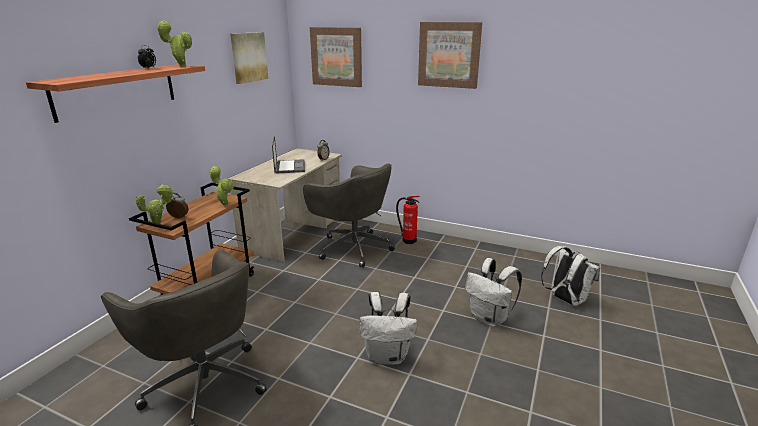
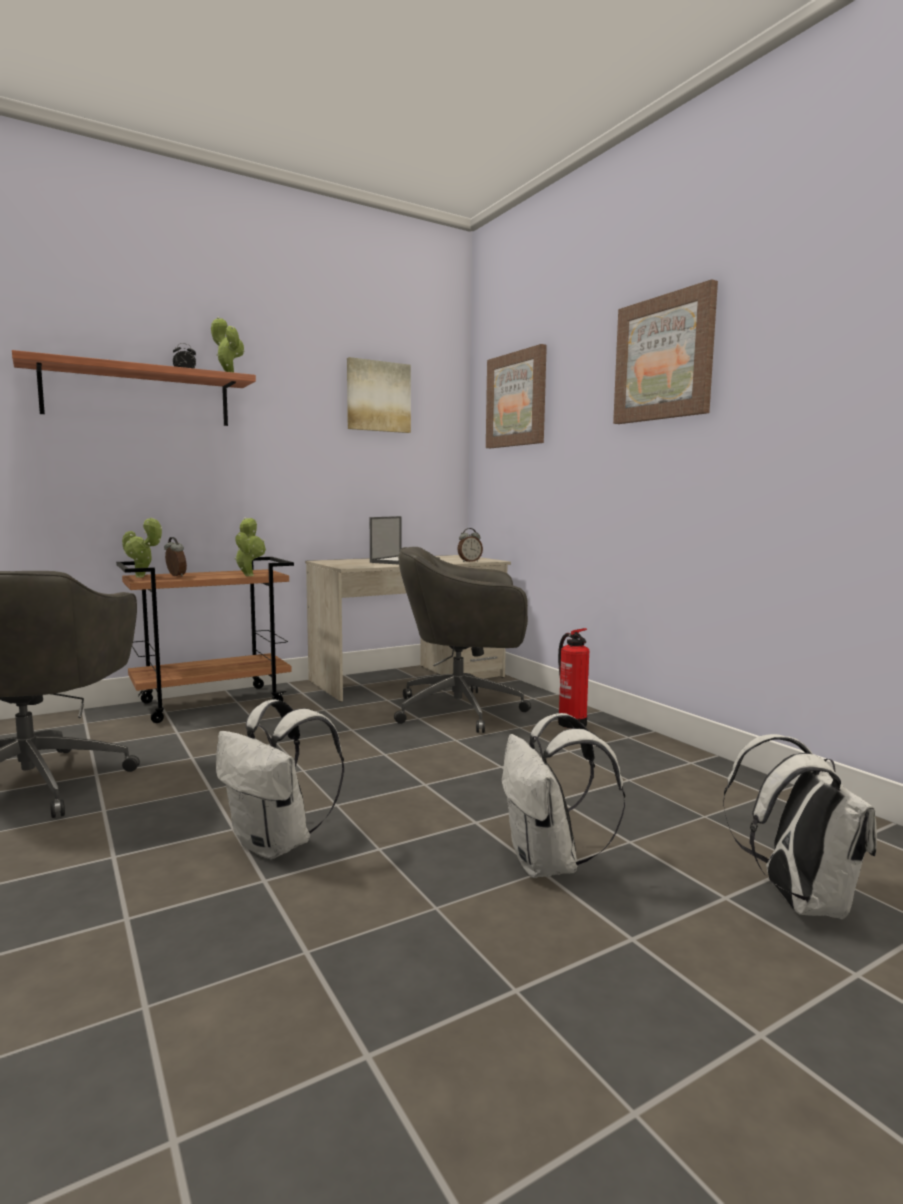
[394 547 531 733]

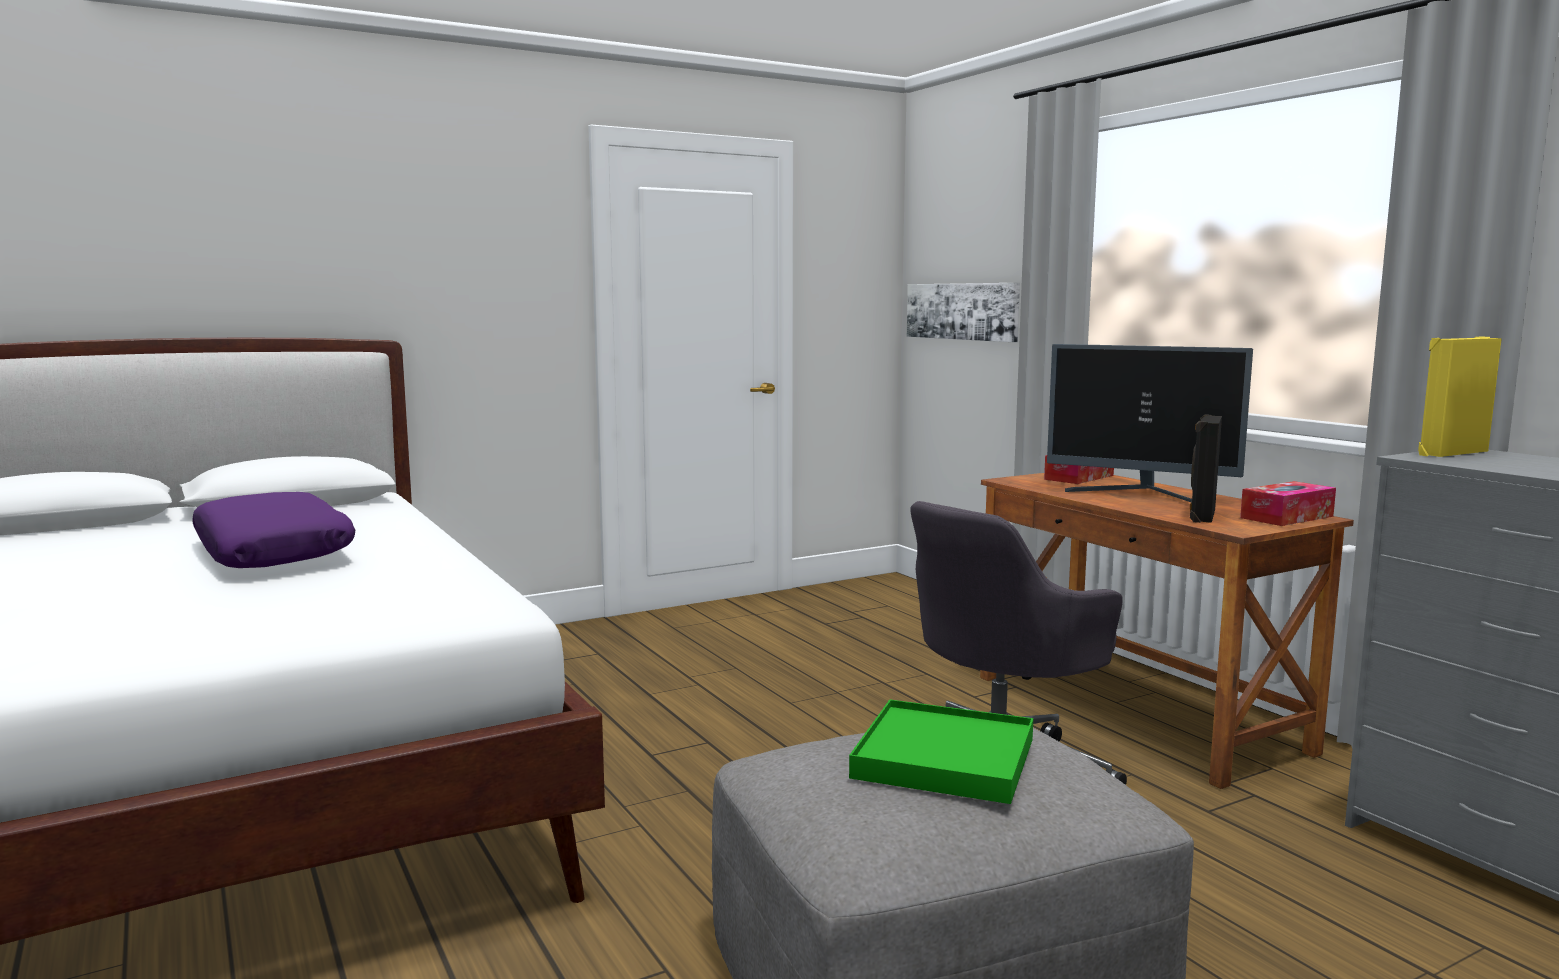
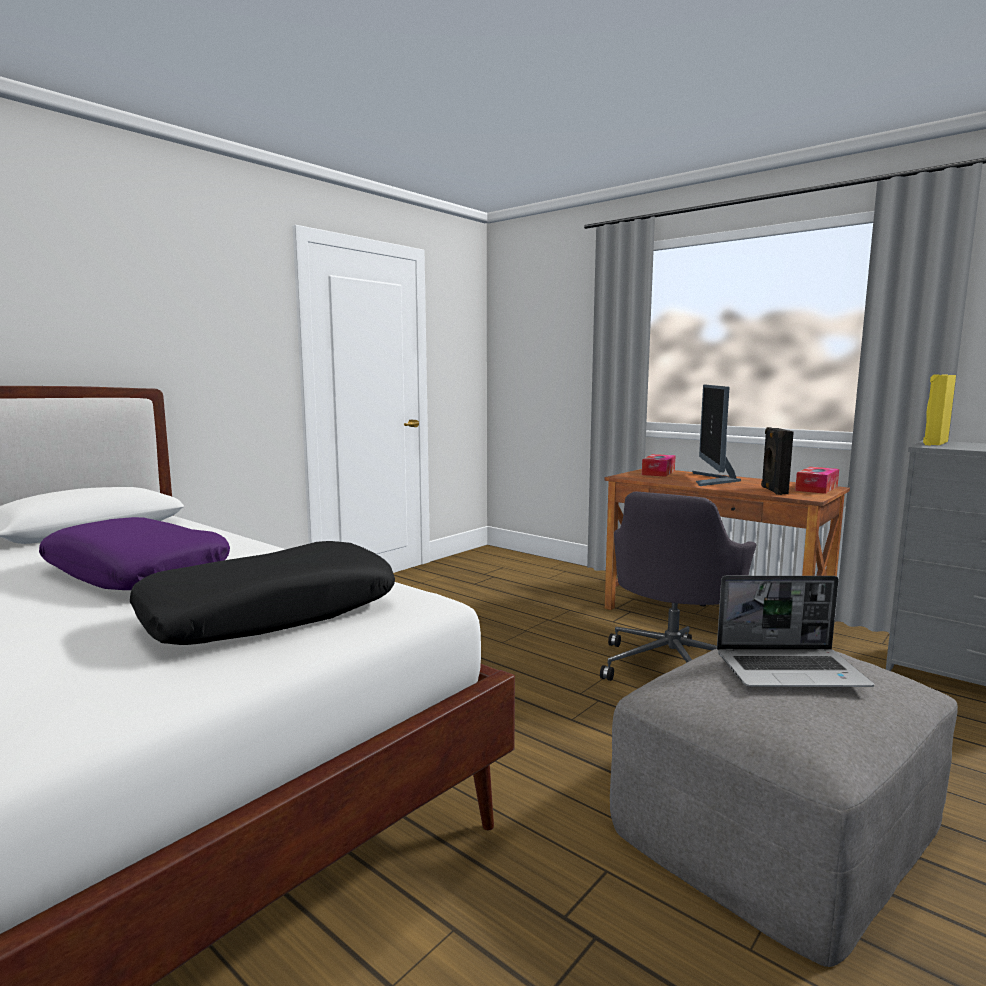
[717 576 874 687]
[907 283 1020 342] (first image)
[692 385 741 486]
[130 541 395 645]

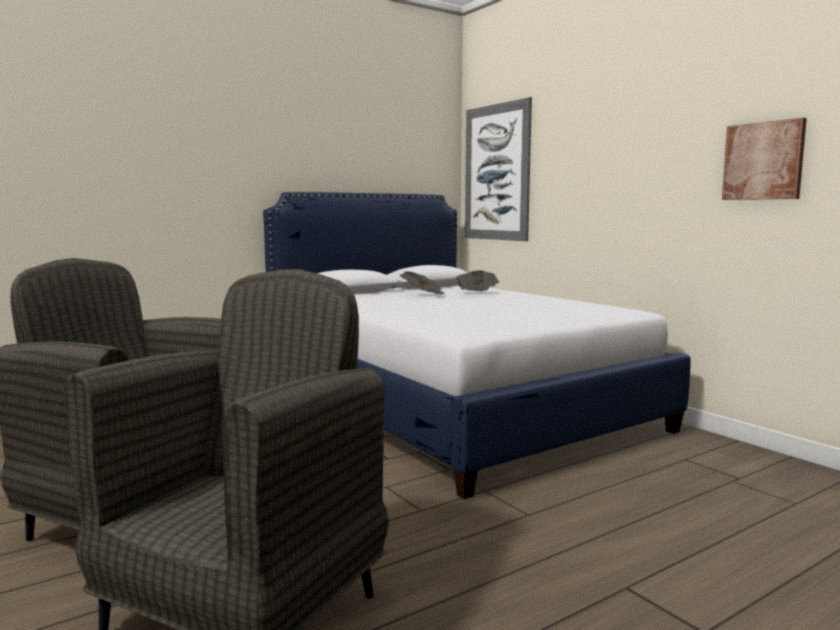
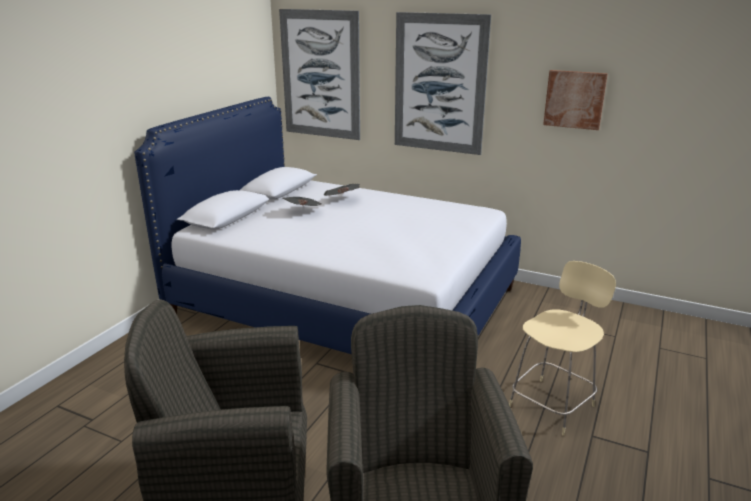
[395 12 491 155]
[509 261 616 436]

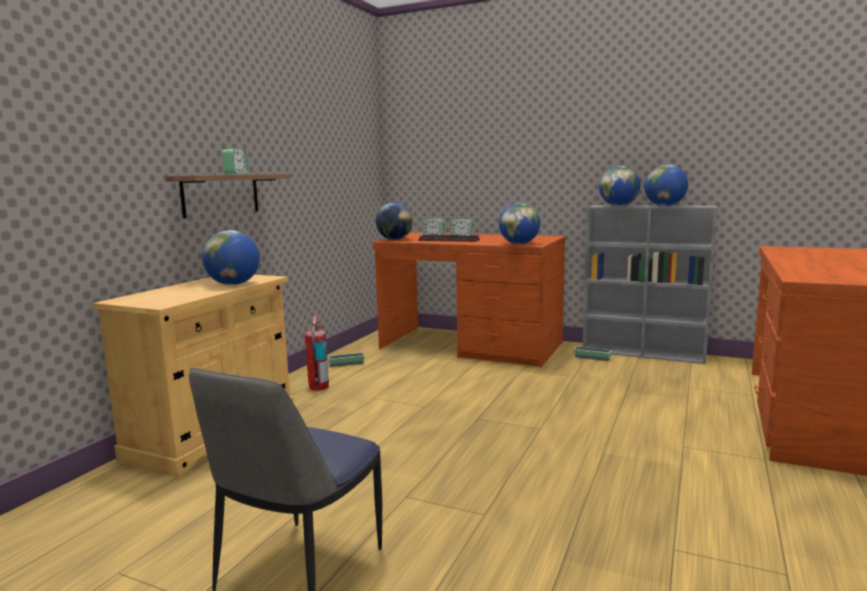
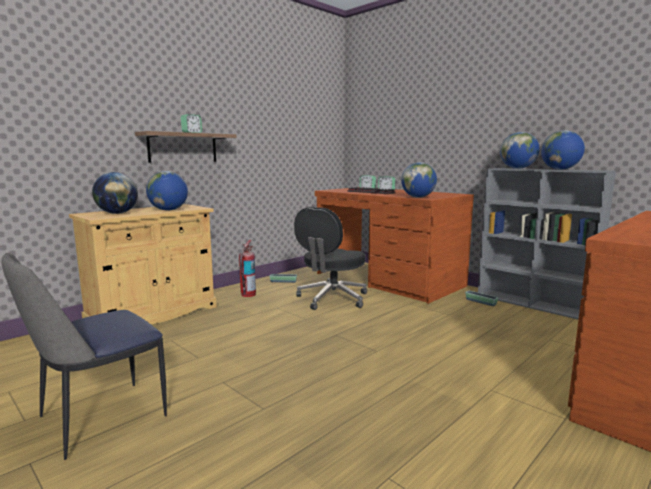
[92 172 138 214]
[294 207 367 310]

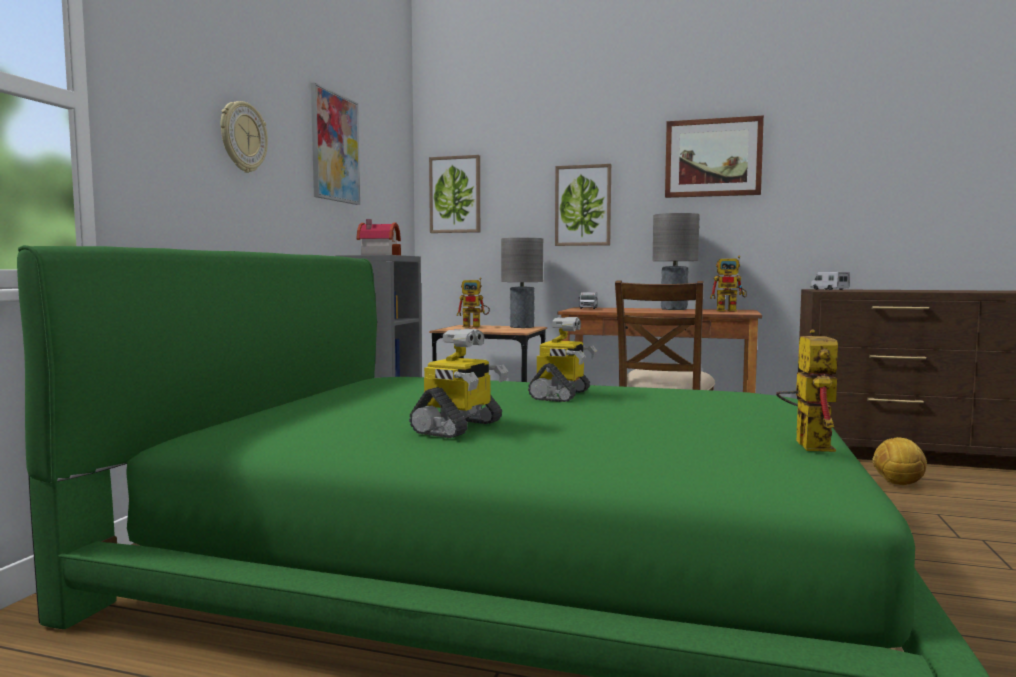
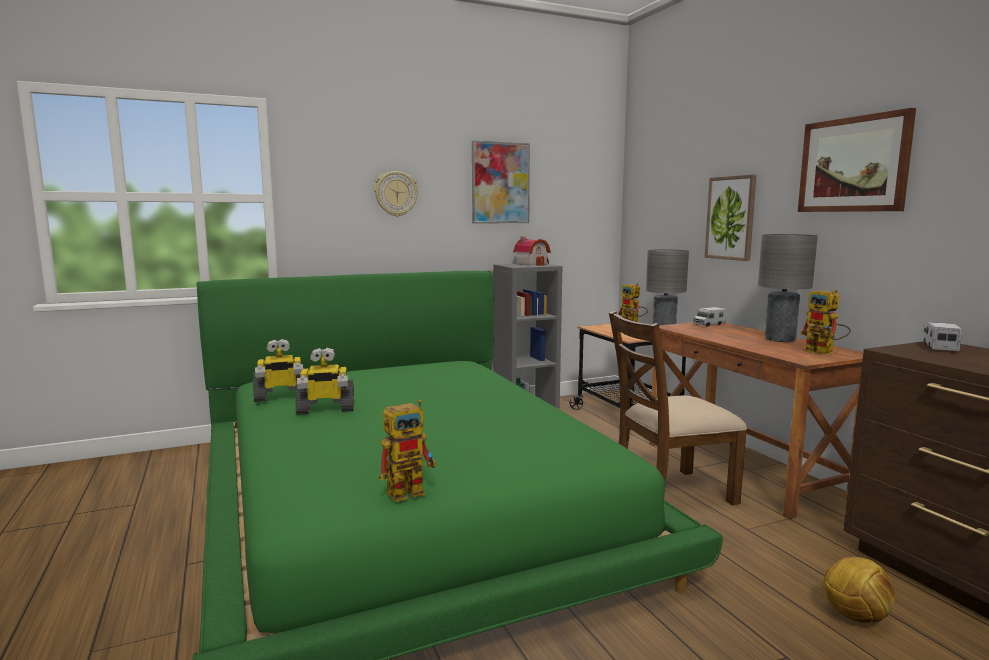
[429 155 480 233] (first image)
[253 339 303 402]

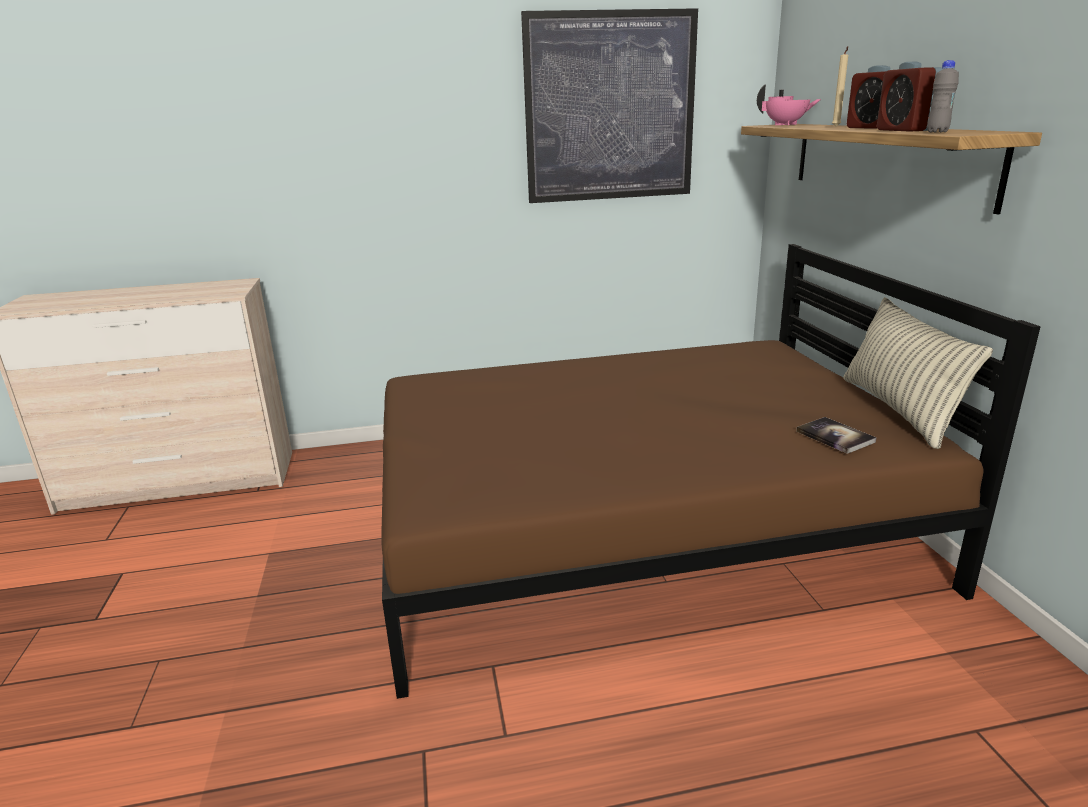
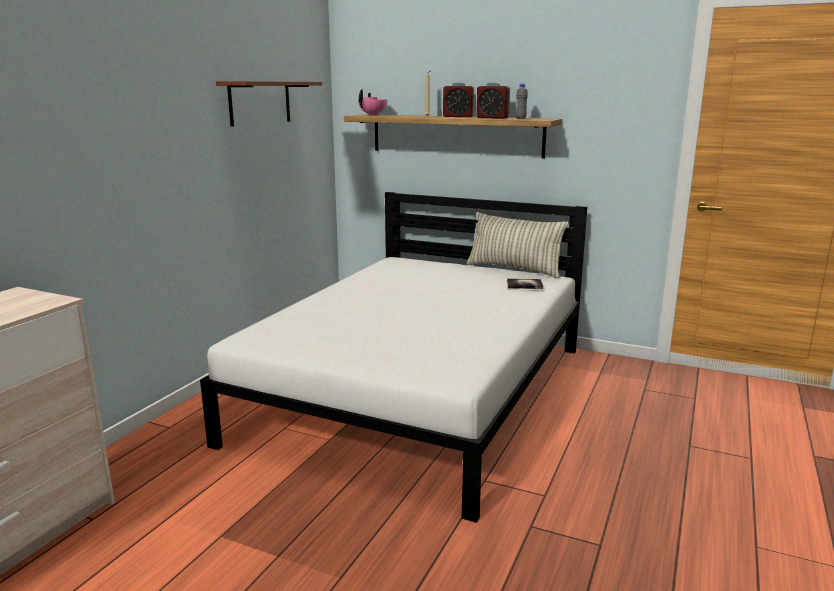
[200 192 587 523]
[216 81 322 127]

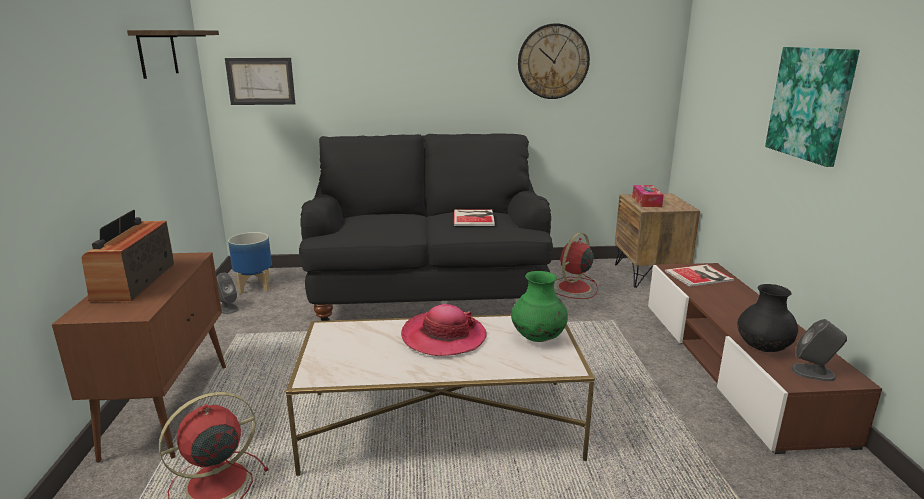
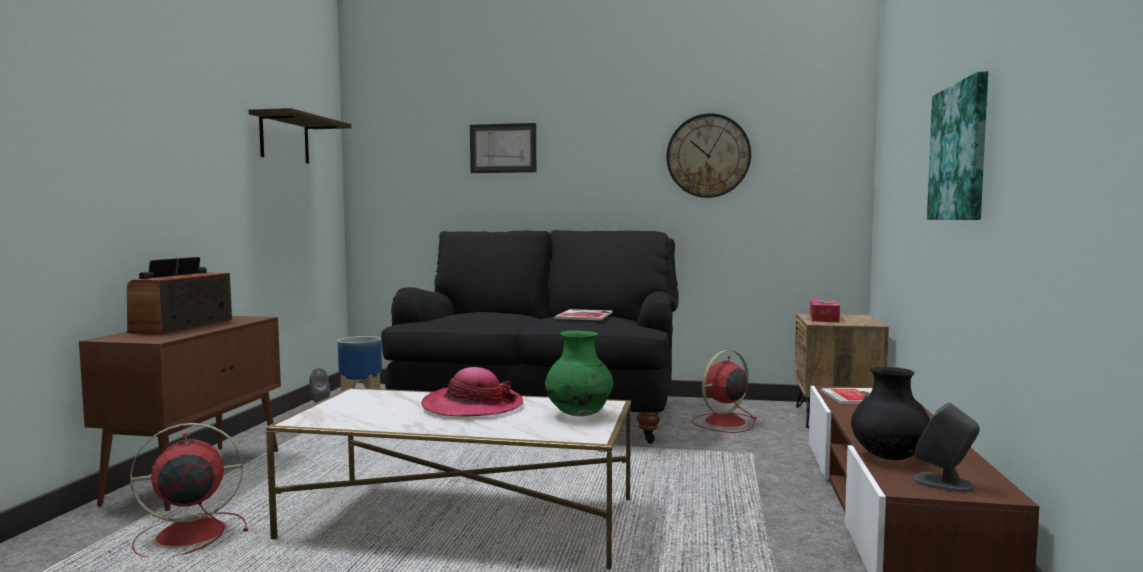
[470 123 536 173]

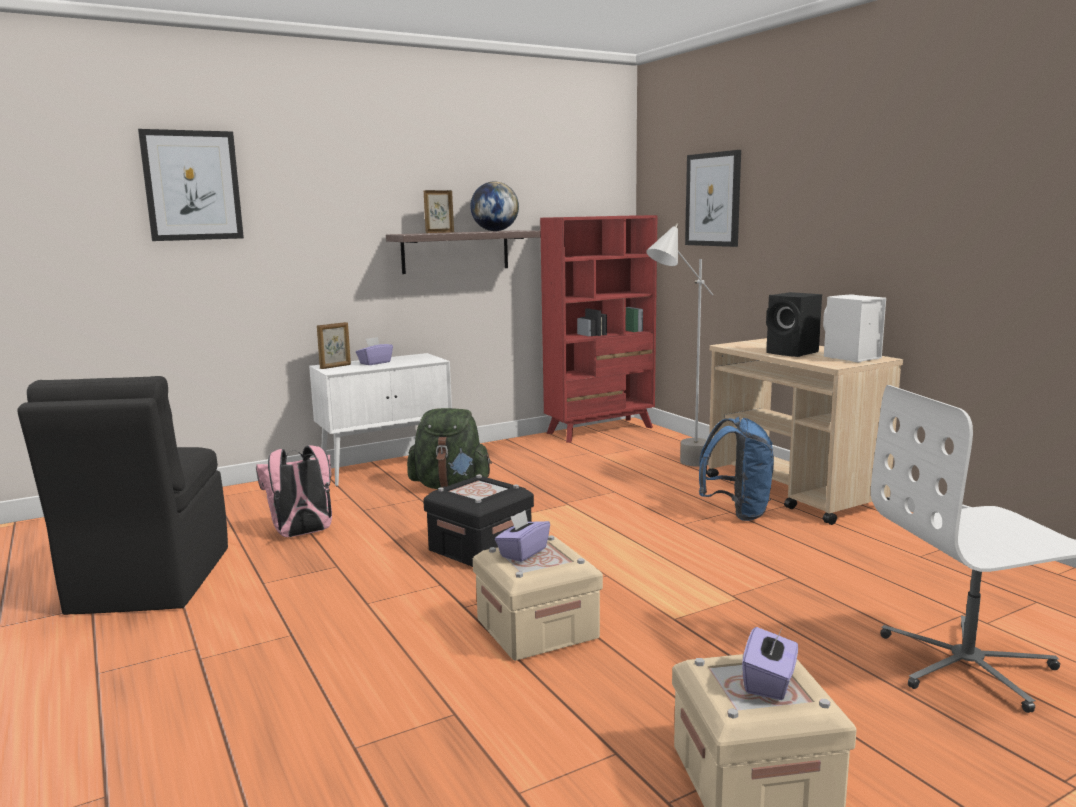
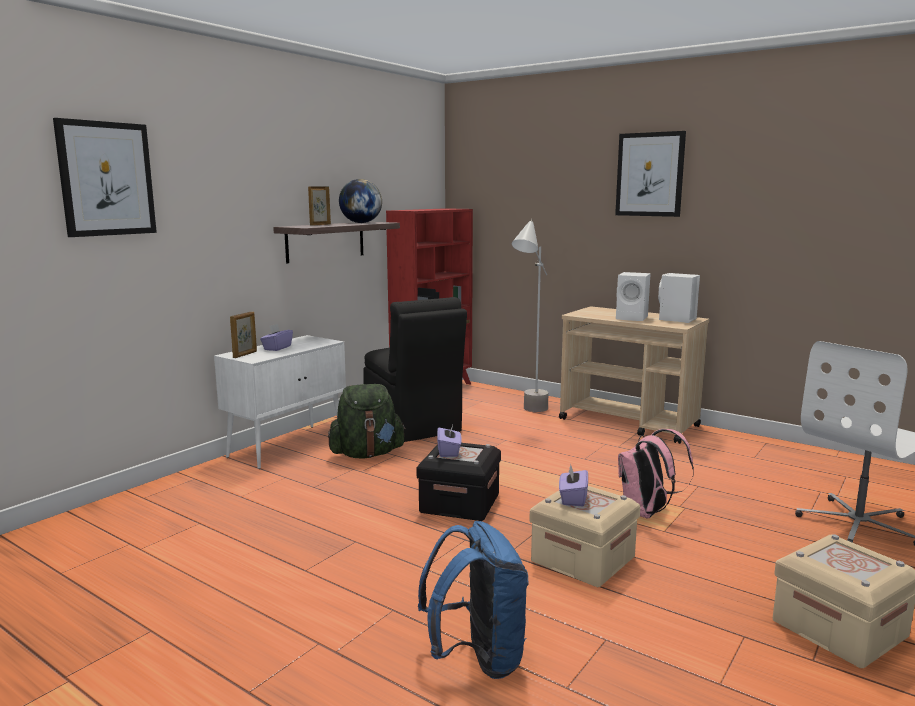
[363 297 467 442]
[618 429 694 519]
[615 131 686 217]
[418 521 529 679]
[437 422 462 457]
[616 272 651 321]

